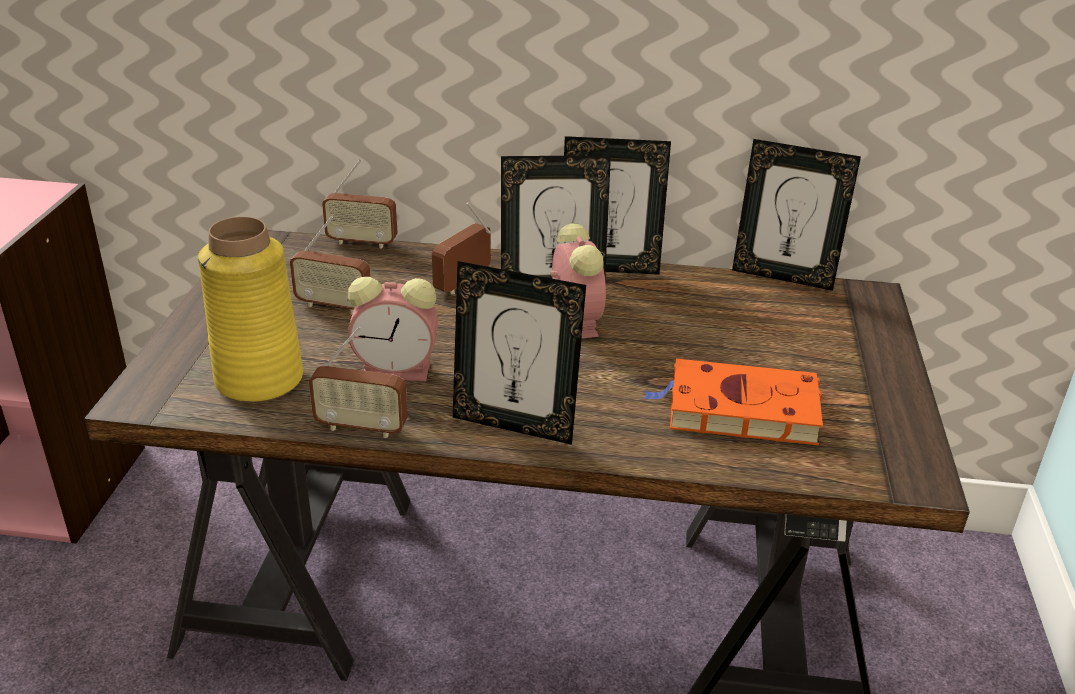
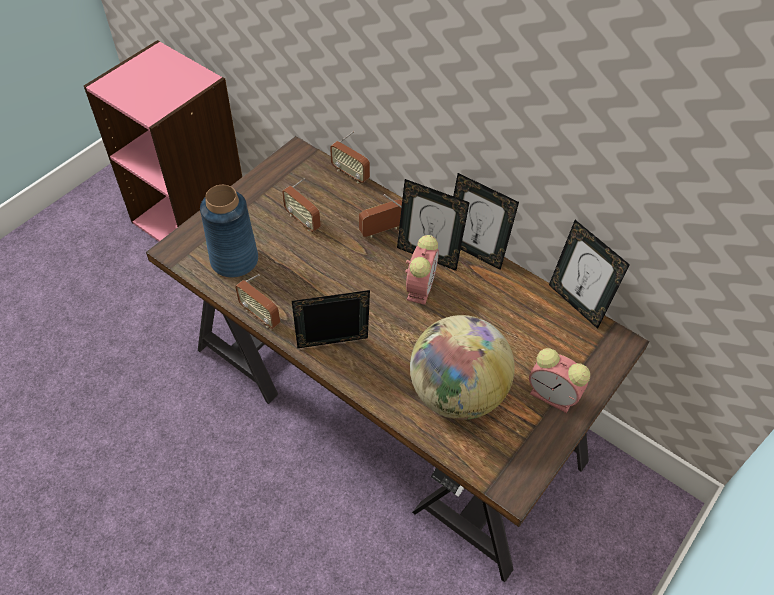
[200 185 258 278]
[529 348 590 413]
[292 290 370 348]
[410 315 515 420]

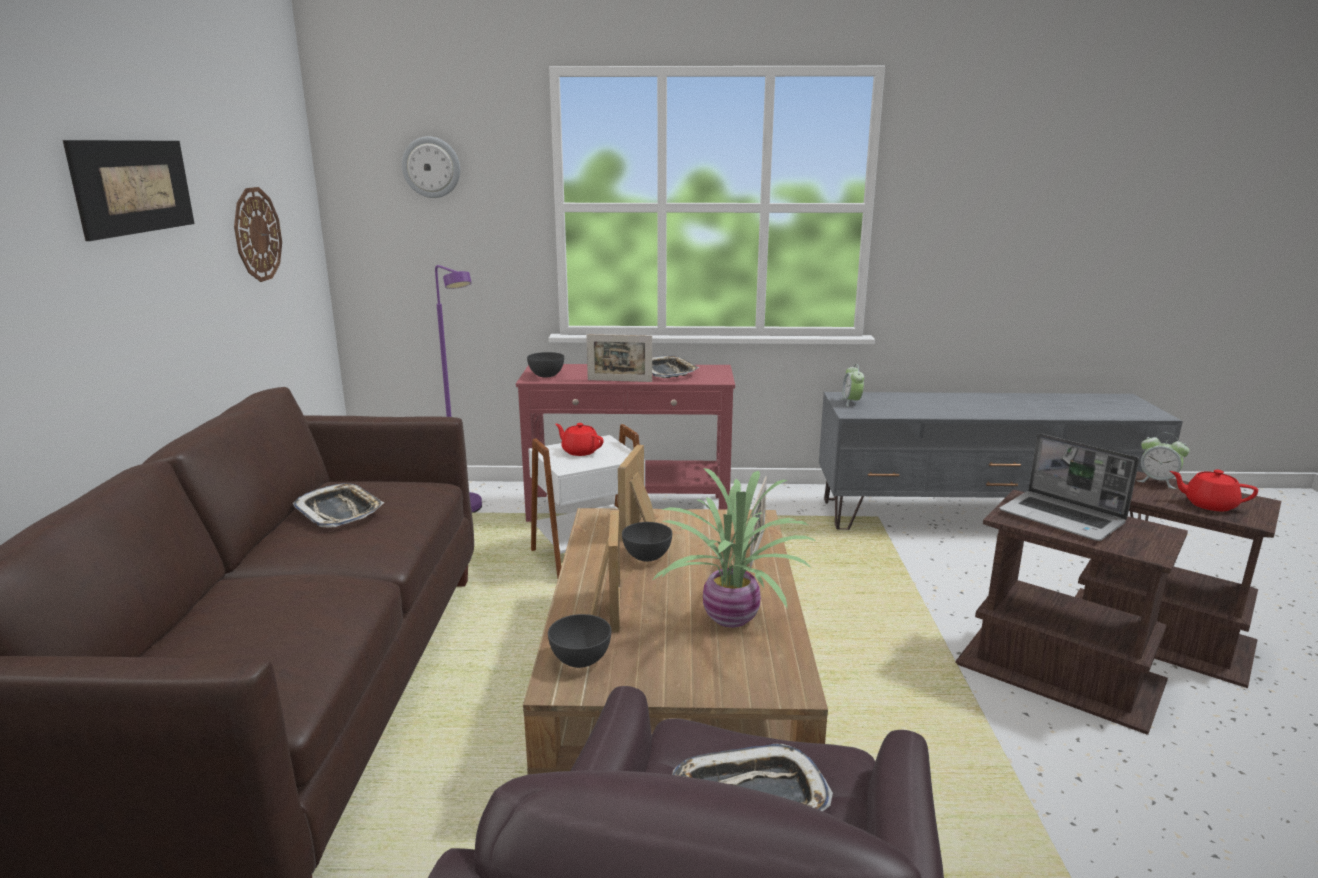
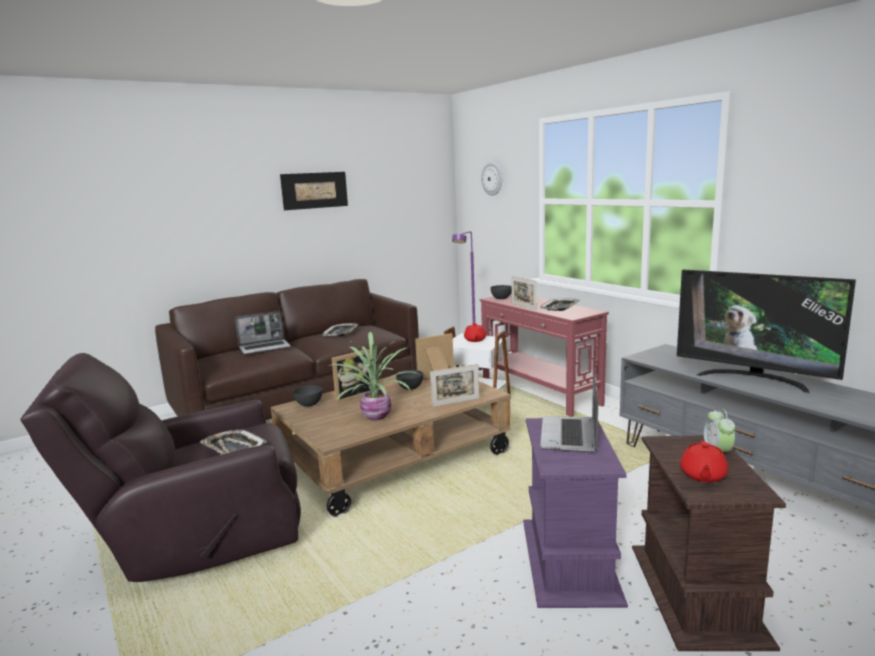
[234 187 282 282] (first image)
[841 364 864 407] (first image)
[523 417 628 608]
[680 441 728 482]
[235 311 291 355]
[677 269 856 393]

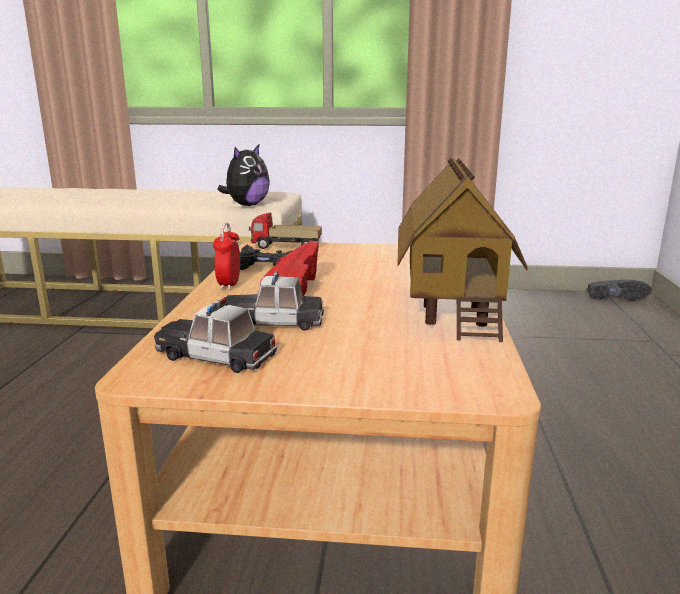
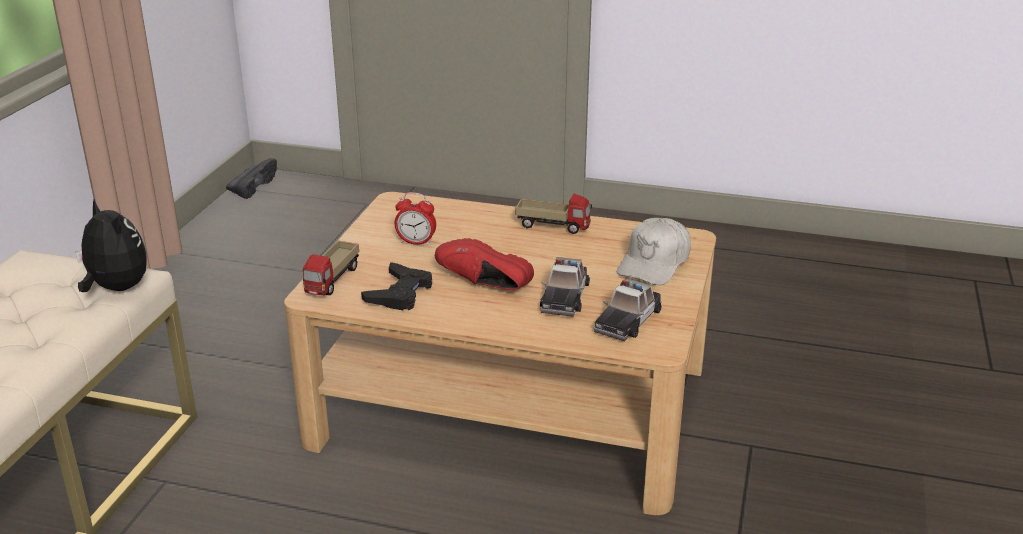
[395 192 436 246]
[515 194 592 234]
[617 218 691 285]

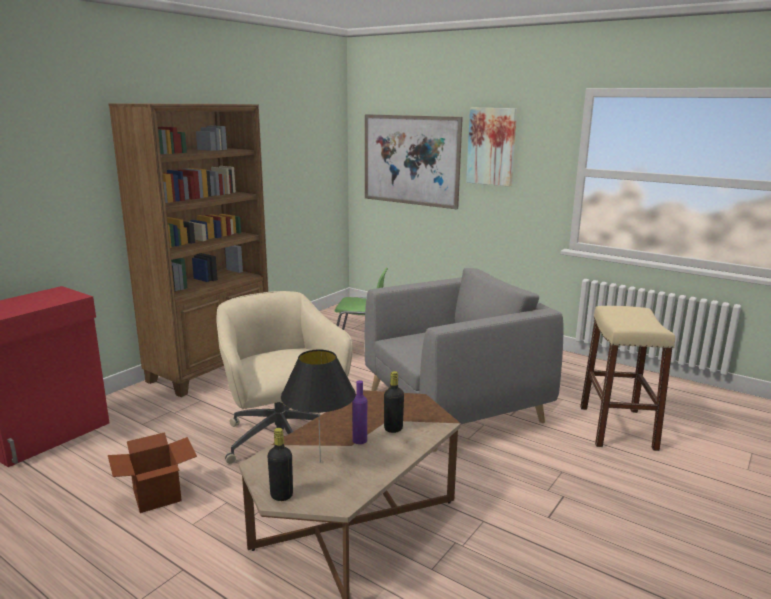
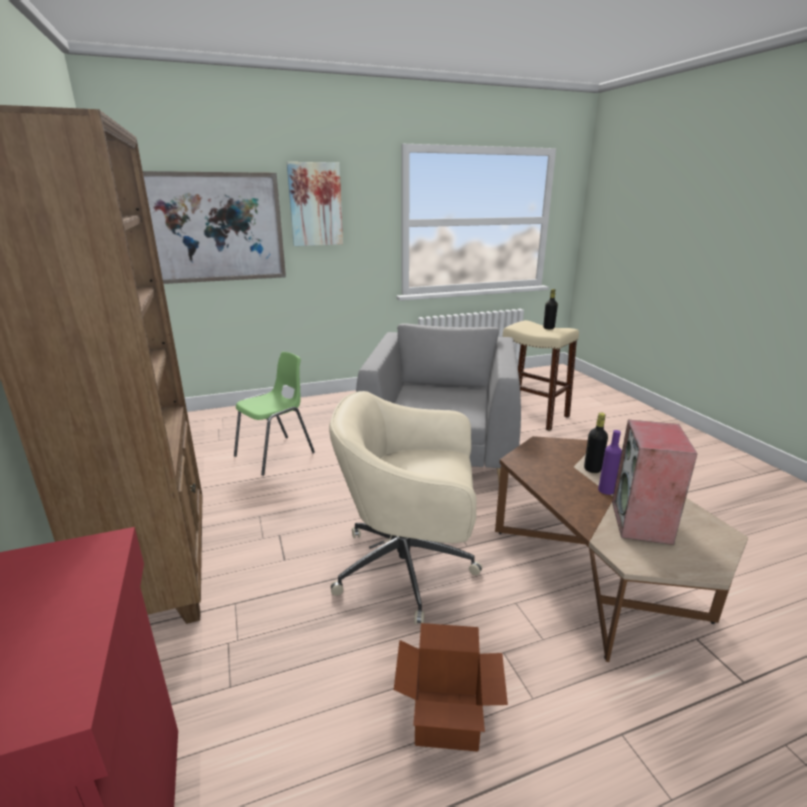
[543 289 558 329]
[612 420 698 545]

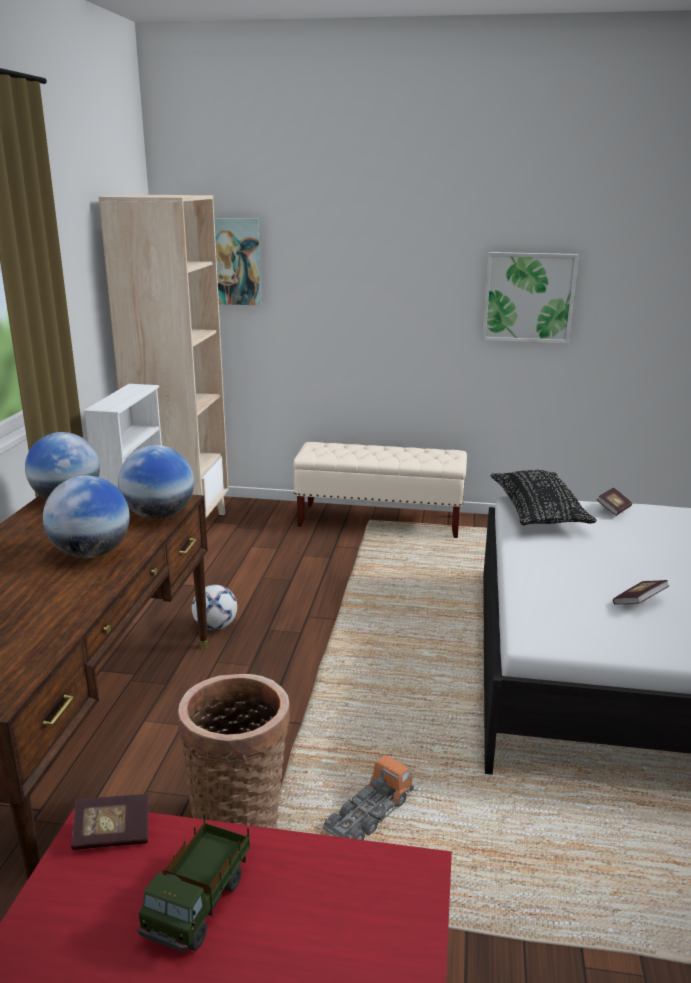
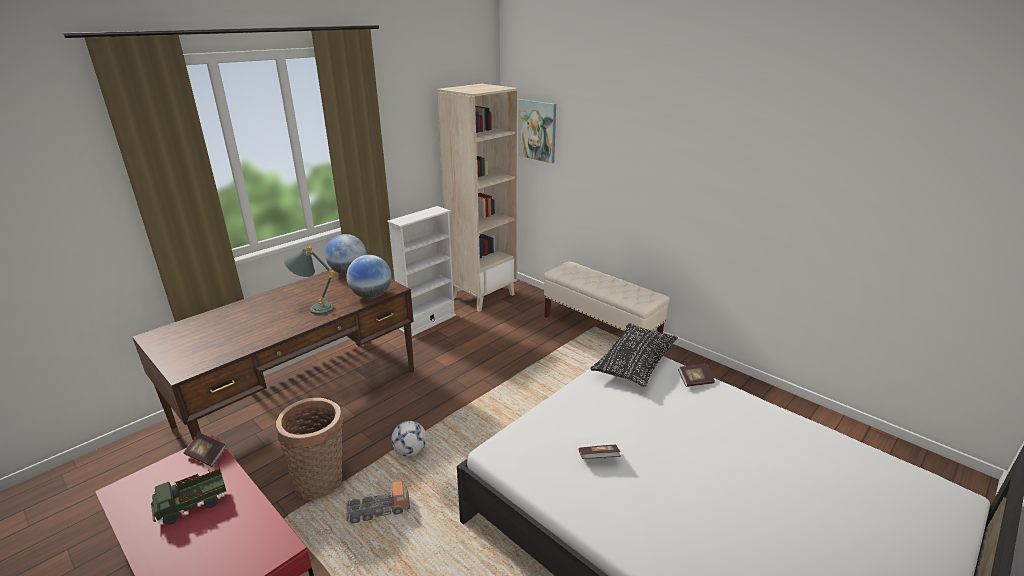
[284 246 335 315]
[391 421 427 457]
[482 252 579 344] (first image)

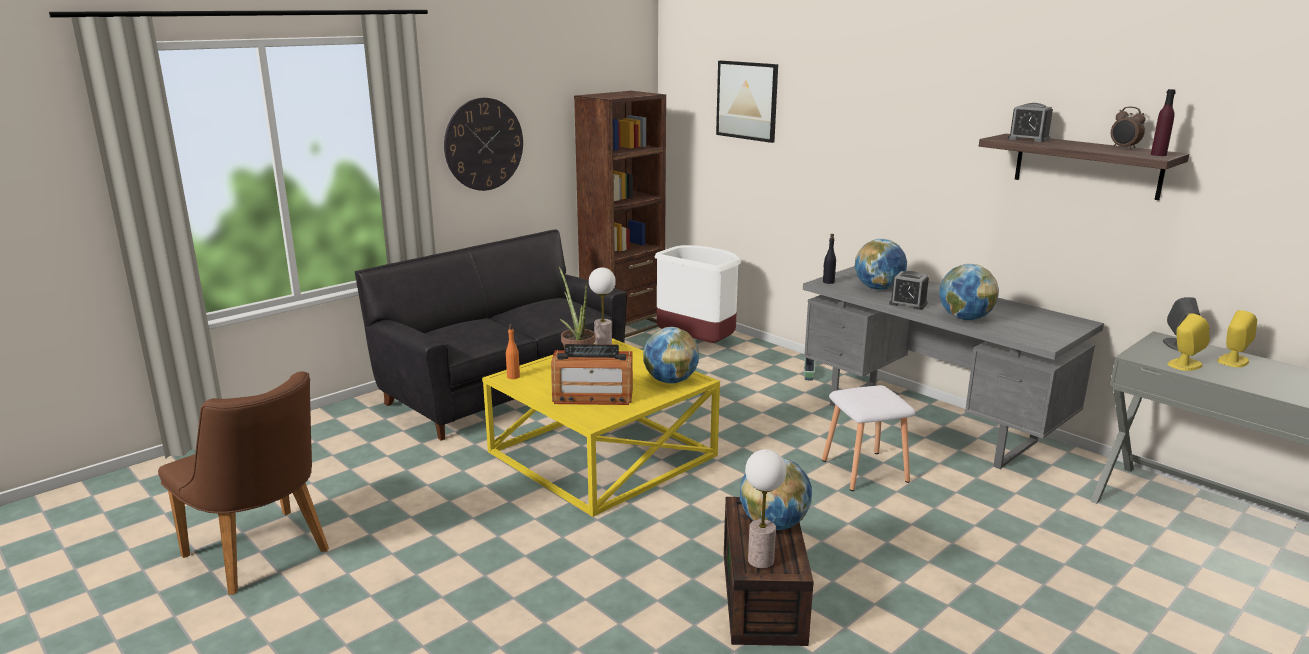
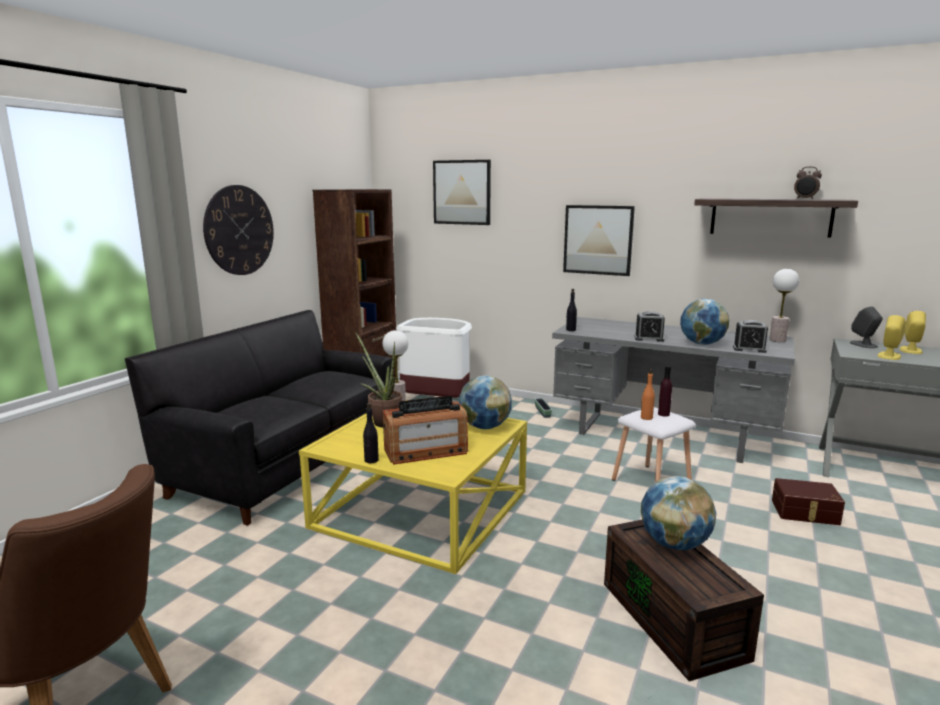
[641 369 655 420]
[769 269 799 342]
[855 239 907 290] (first image)
[733 320 768 353]
[658 366 672 417]
[363 403 379 463]
[563 205 635 276]
[772 478 845 525]

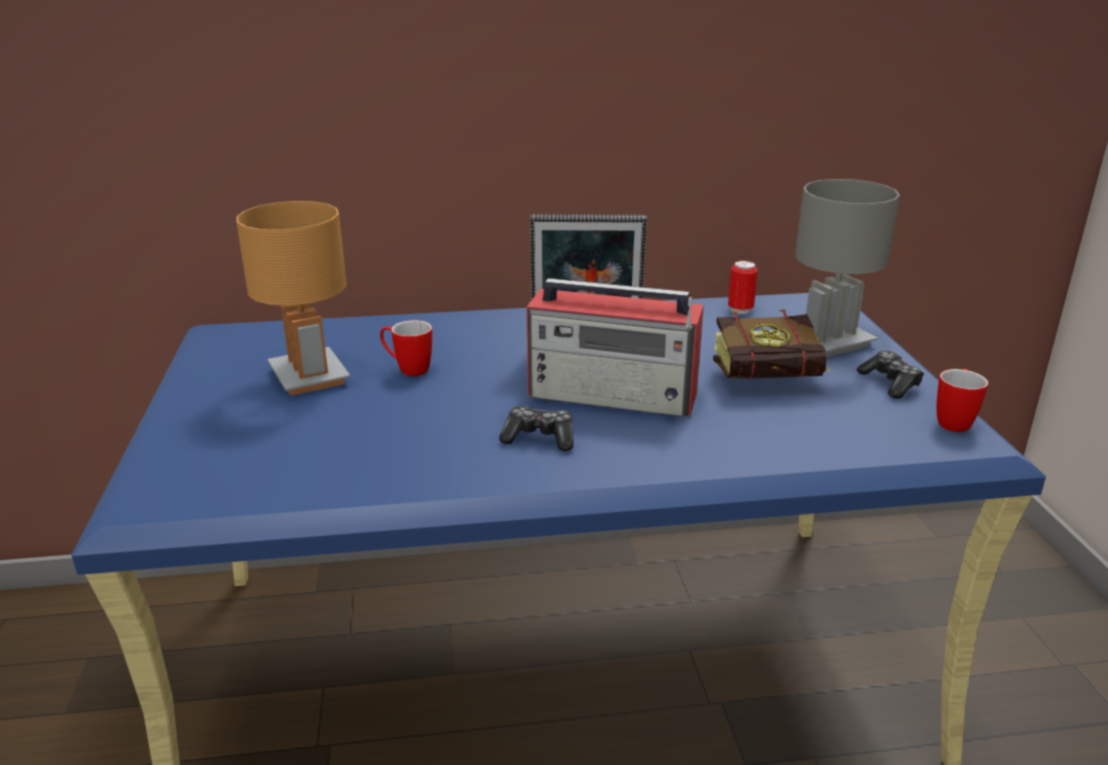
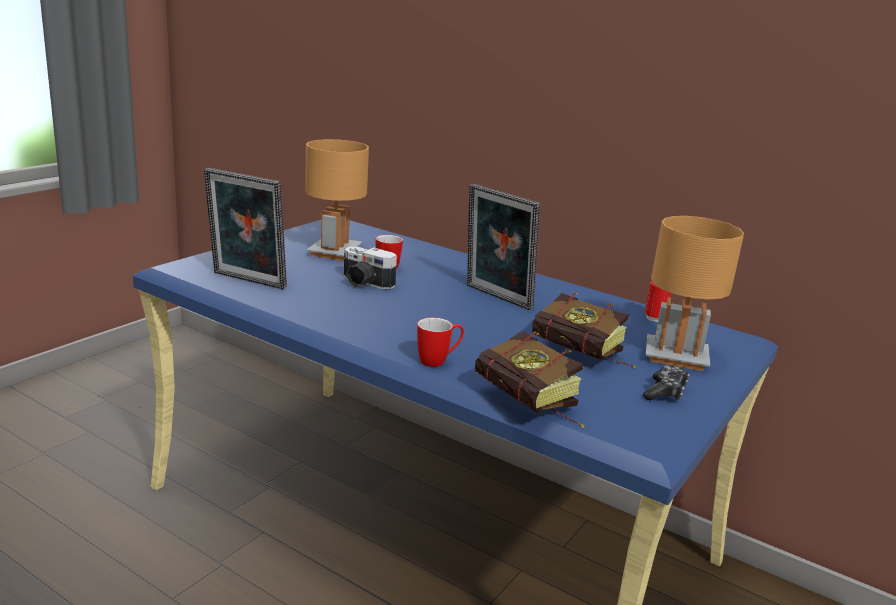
[499 406 574 451] (first image)
[527 278 704 417] (first image)
[645 216 744 371]
[417 318 464 367]
[204 168 287 289]
[344 247 397 289]
[475 331 585 428]

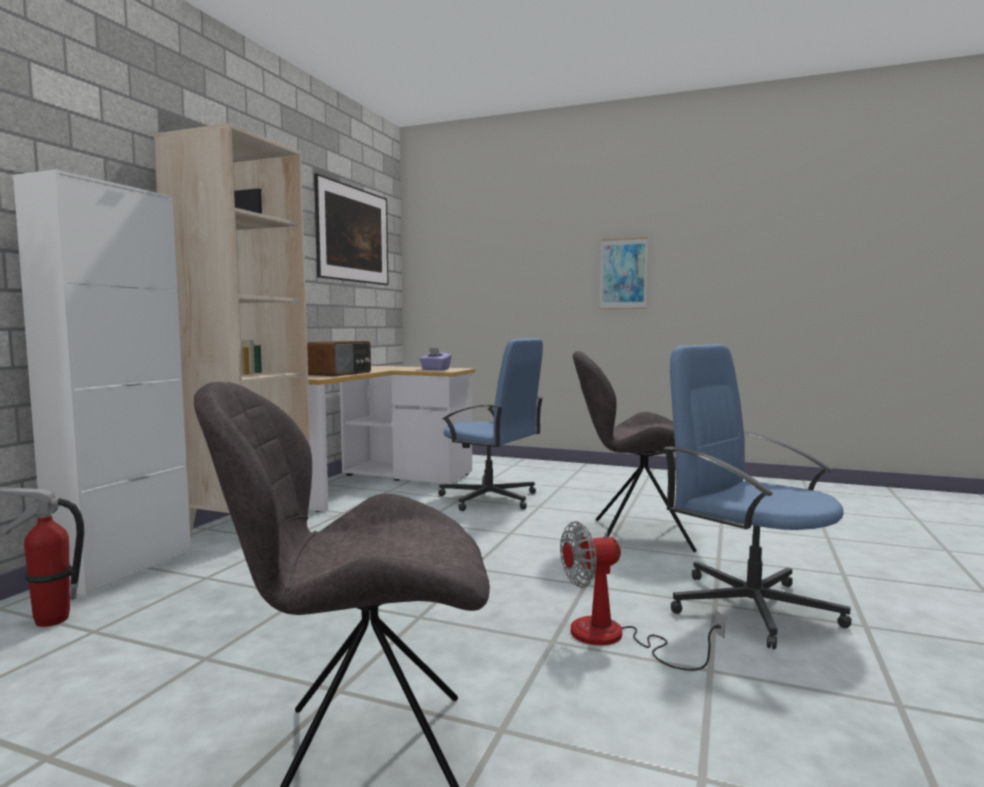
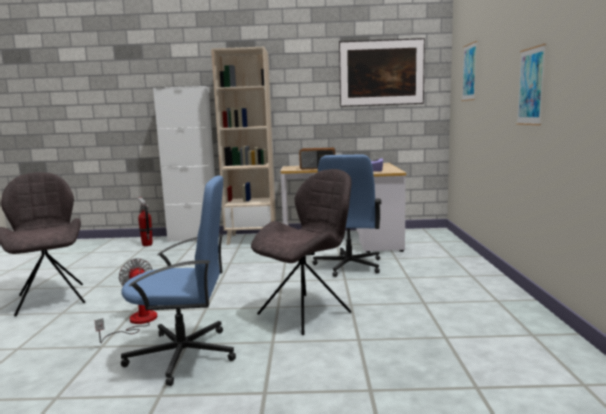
[251 169 352 335]
[121 176 236 386]
[462 41 477 101]

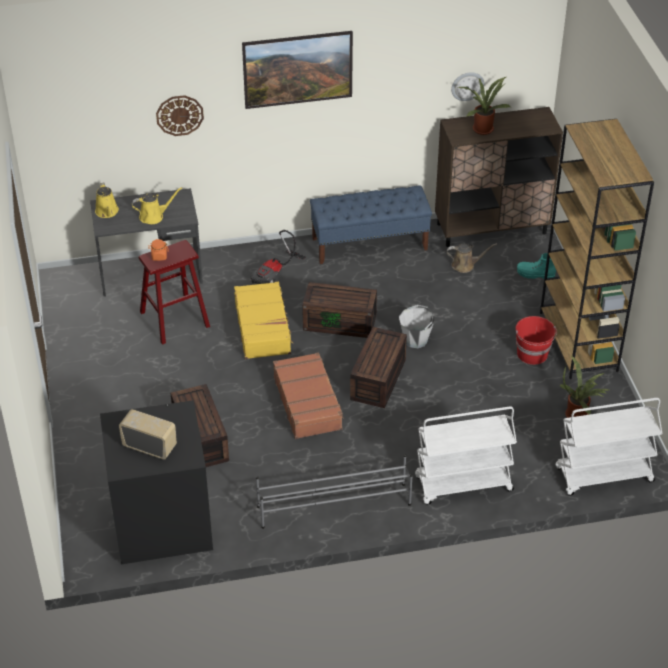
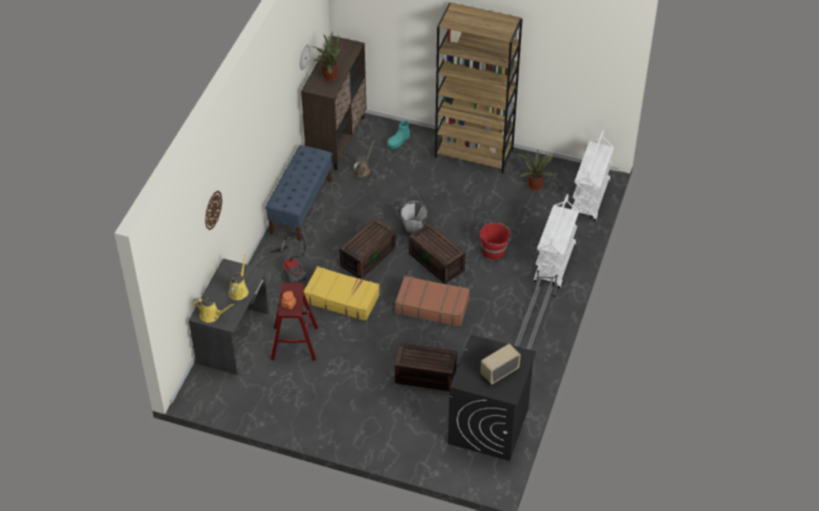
[242 31 353 109] (first image)
[480 223 511 260]

